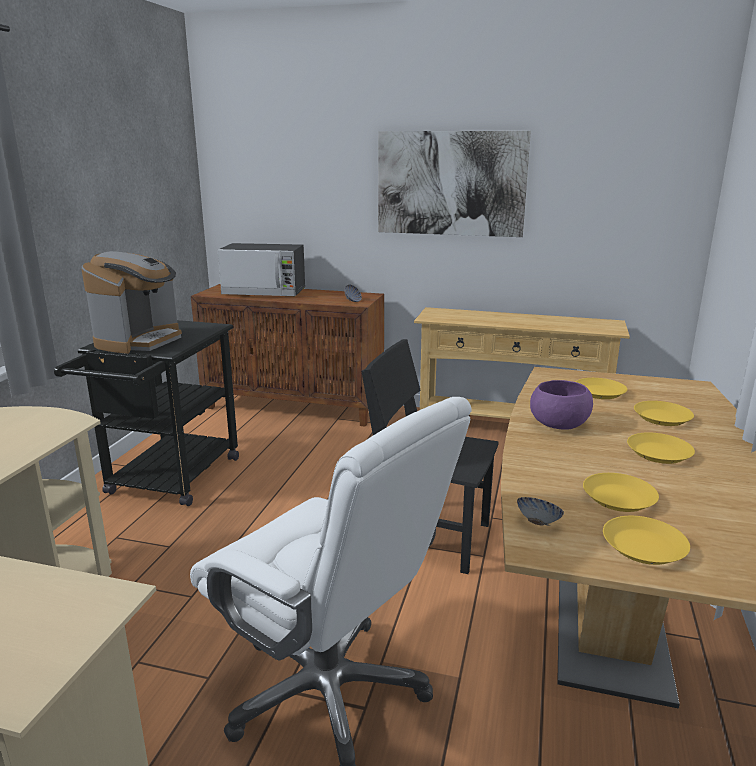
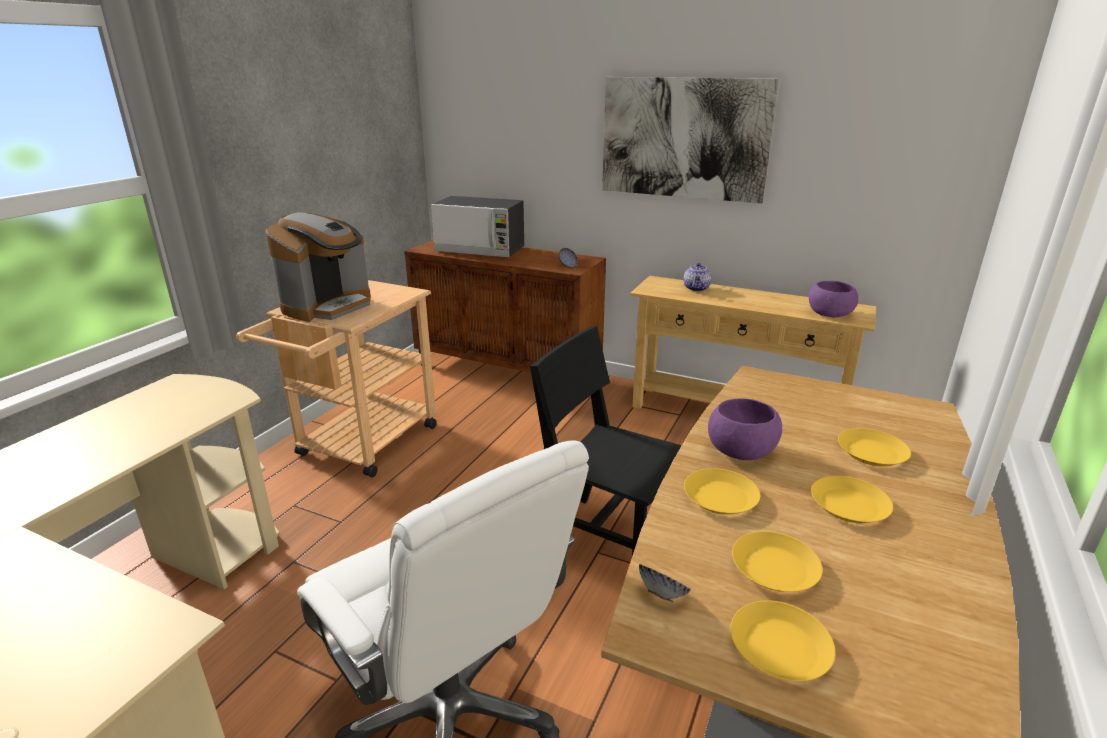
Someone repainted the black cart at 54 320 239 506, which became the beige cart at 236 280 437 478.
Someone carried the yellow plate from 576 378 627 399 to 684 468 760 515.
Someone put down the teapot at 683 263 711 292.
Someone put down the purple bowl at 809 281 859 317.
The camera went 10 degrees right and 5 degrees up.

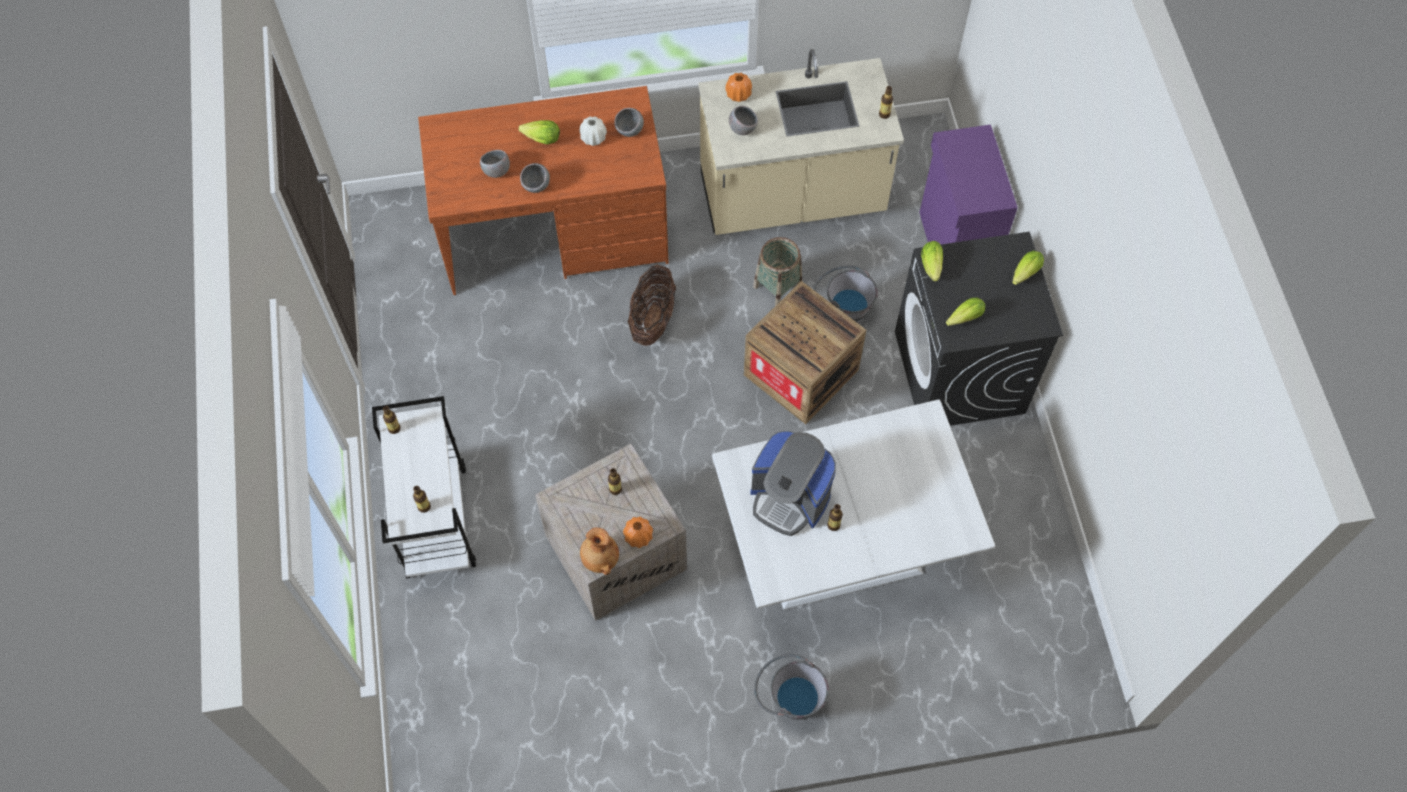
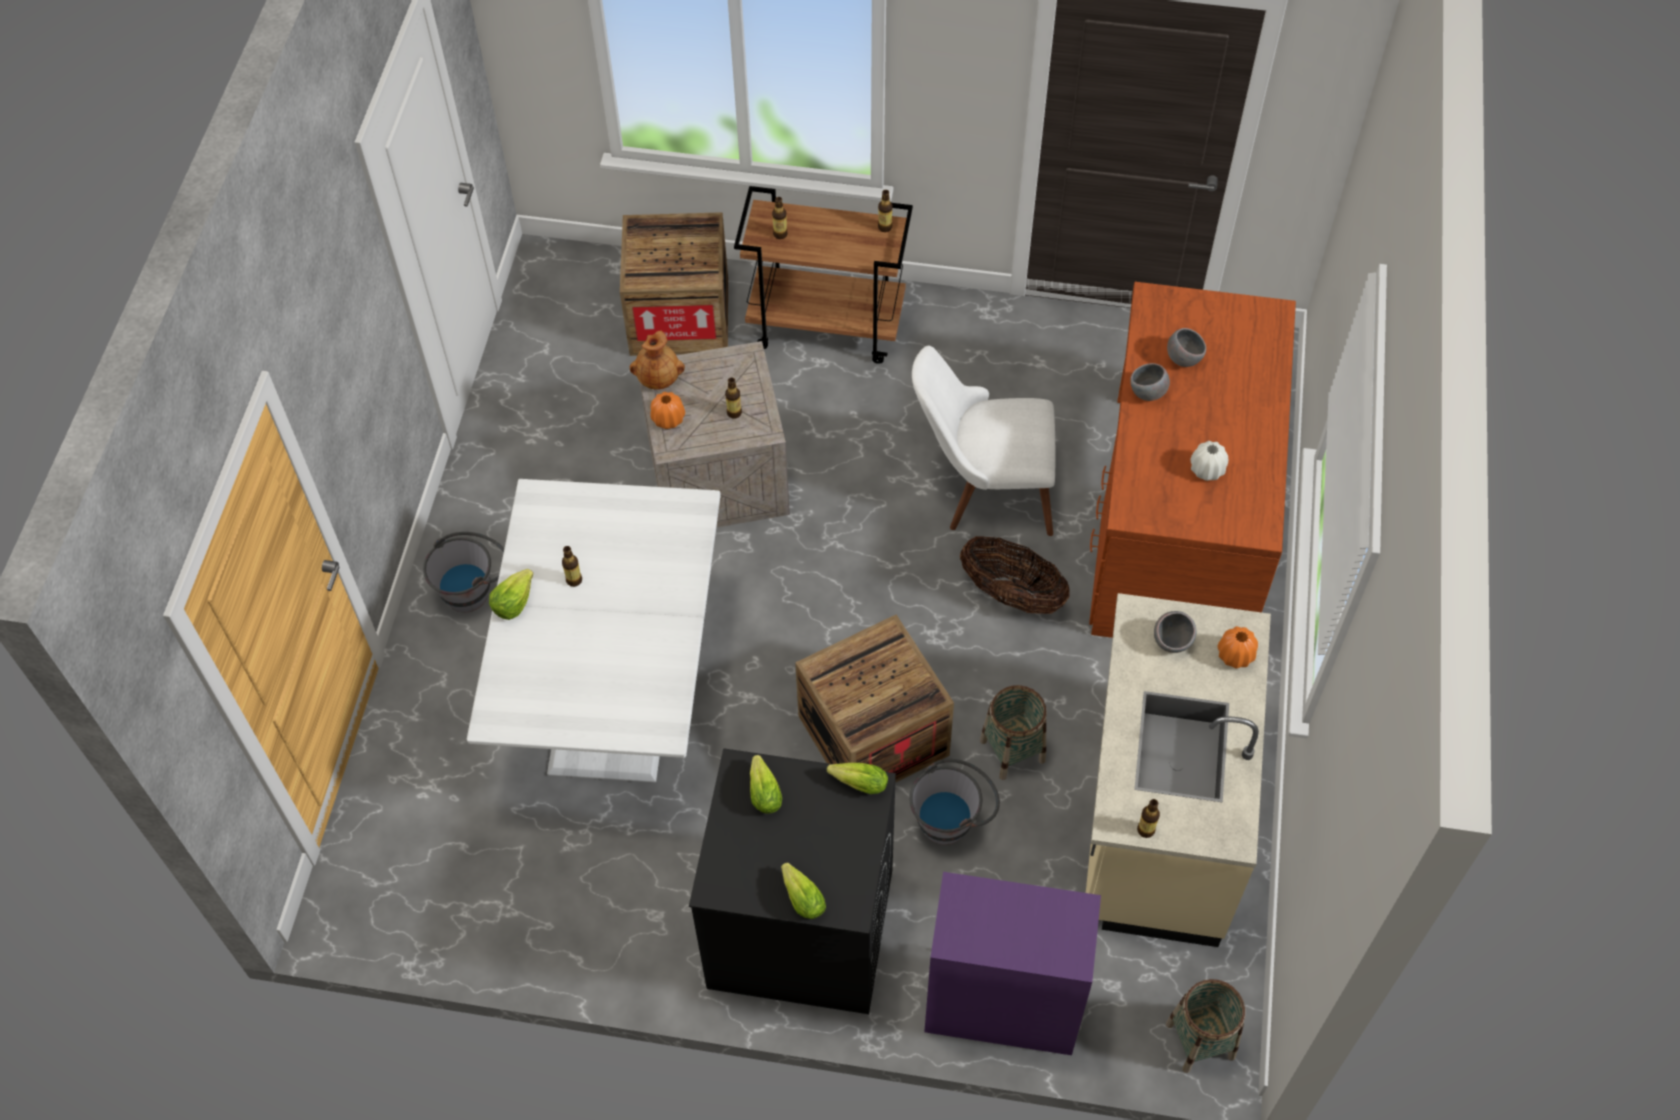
Someone repainted the white cart at 372 396 476 578, which became the brown cart at 734 186 913 364.
Someone carried the lettuce from 518 120 560 144 to 489 569 533 620.
Someone took away the grey bowl at 614 108 644 137.
Someone took away the coffee machine at 751 431 836 536.
Someone put down the crate at 620 212 728 356.
Someone put down the white chair at 912 346 1055 536.
Someone put down the basket at 1166 979 1245 1073.
The camera went 110 degrees right and 5 degrees down.

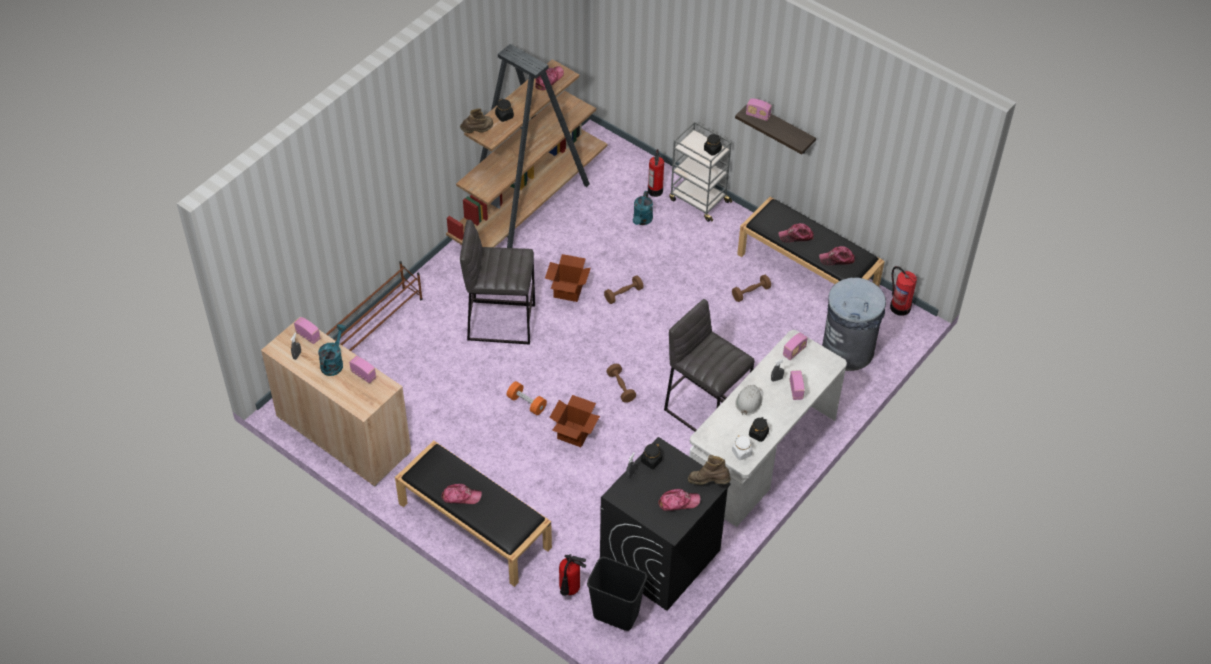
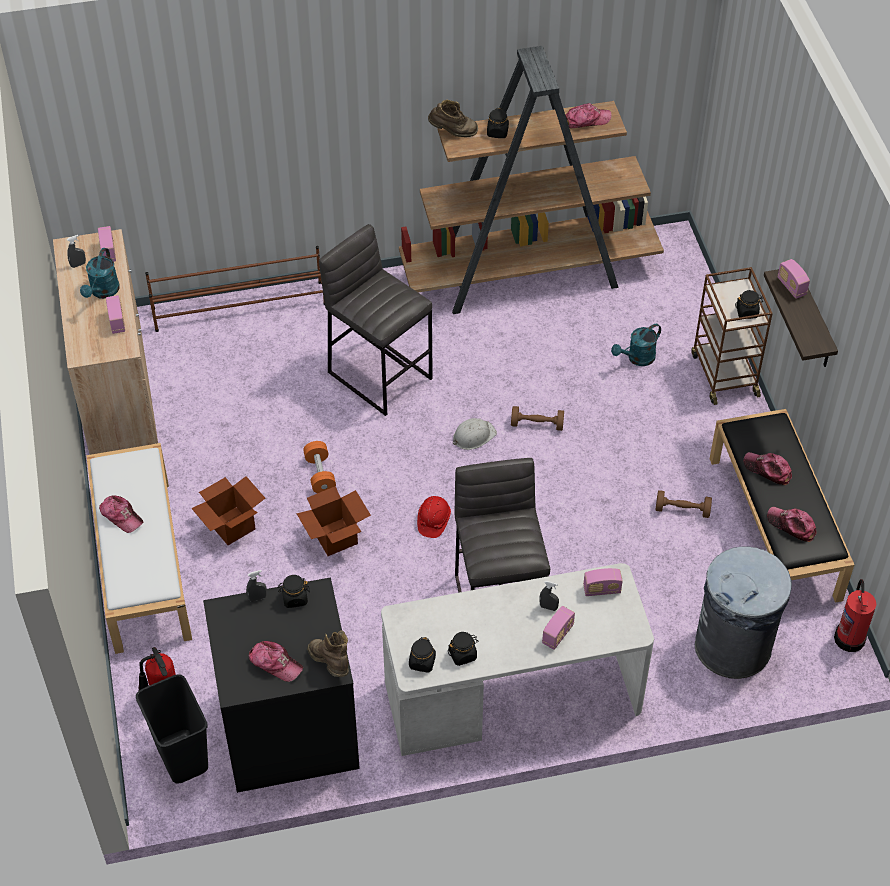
Someone rotated the turquoise watering can at 318 324 346 376 by 135 degrees clockwise.
Someone repainted the black bench at 395 440 552 587, which became the white bench at 86 443 192 654.
Someone carried the cardboard box from 545 254 591 302 to 191 476 265 545.
Someone swapped the brown dumbbell at 606 364 636 403 for the red hard hat at 417 496 451 538.
Someone took away the fire extinguisher at 648 149 664 197.
Someone repainted the grey cart at 669 121 732 222, which became the brown cart at 691 267 773 405.
Someone repainted the white jar at 732 435 753 460, which became the black jar at 409 637 436 673.
Someone carried the white hard hat from 735 385 763 415 to 453 418 497 450.
The camera went 40 degrees right and 0 degrees up.

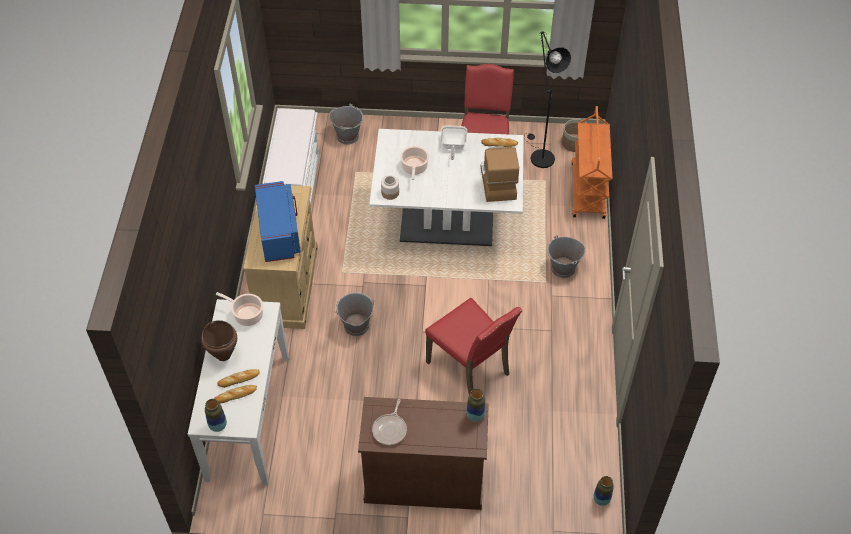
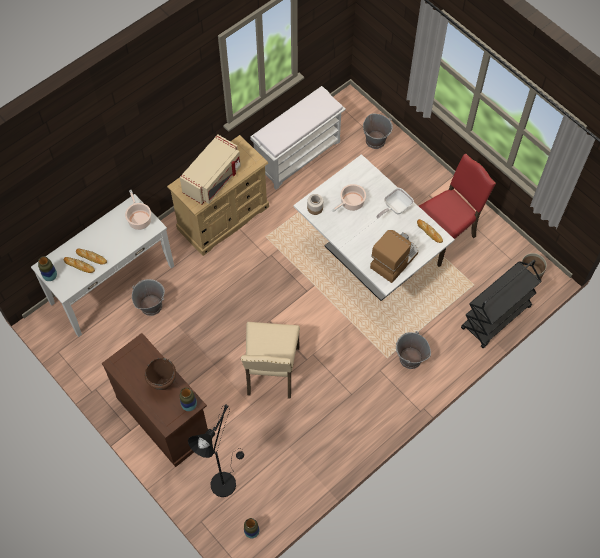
Someone carried the brown cooking pot from 201 320 237 361 to 145 358 176 390.
Someone repainted the blue microwave at 255 181 301 262, which became the beige microwave at 180 134 241 204.
Someone carried the grey bucket from 335 292 374 336 to 132 279 165 316.
Someone took away the frying pan at 372 399 407 445.
Someone repainted the red chair at 425 298 522 395, which became the beige chair at 241 322 300 399.
Someone carried the black floor lamp from 524 31 571 168 to 188 404 244 497.
Someone repainted the orange cart at 571 106 612 219, which became the black cart at 461 260 542 348.
The camera went 45 degrees right and 10 degrees up.

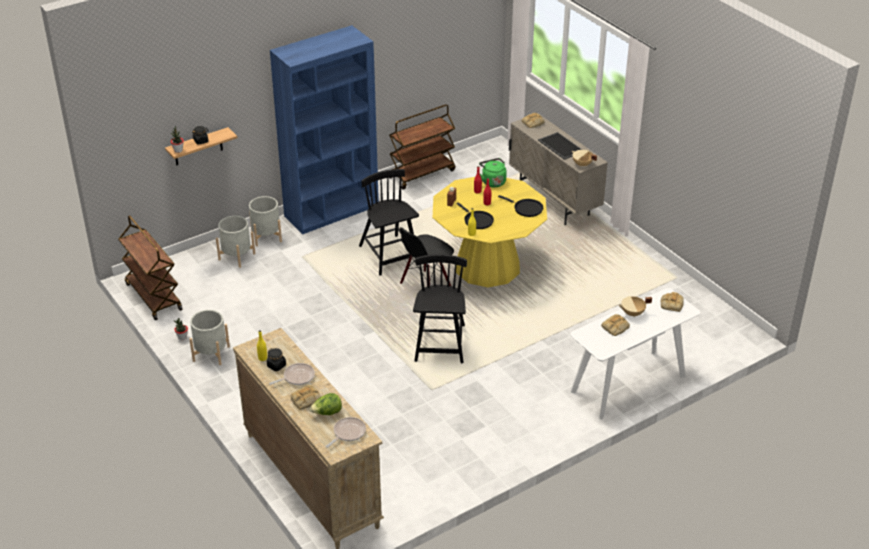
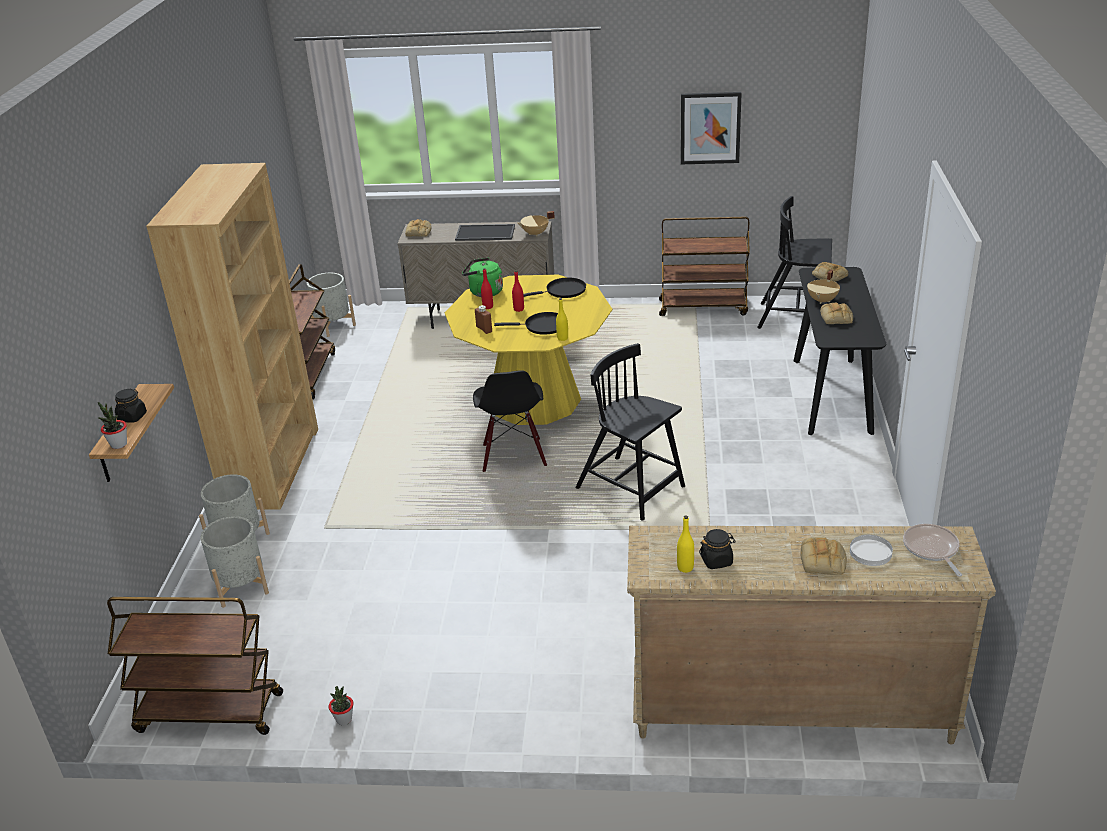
Someone carried the grey planter from 189 310 230 365 to 307 273 356 337.
Someone took away the frying pan at 269 363 315 385.
Someone repainted the blue bookcase at 270 25 379 234, which became the brown bookcase at 146 163 318 510.
Someone swapped the lettuce at 310 393 342 415 for the white plate at 850 535 893 566.
Someone carried the black chair from 359 169 419 276 to 757 196 832 329.
Someone repainted the white console table at 570 288 700 420, which became the black console table at 793 267 886 435.
Someone put down the brown cart at 659 217 750 316.
Someone put up the picture at 681 92 742 164.
The camera went 50 degrees left and 5 degrees down.

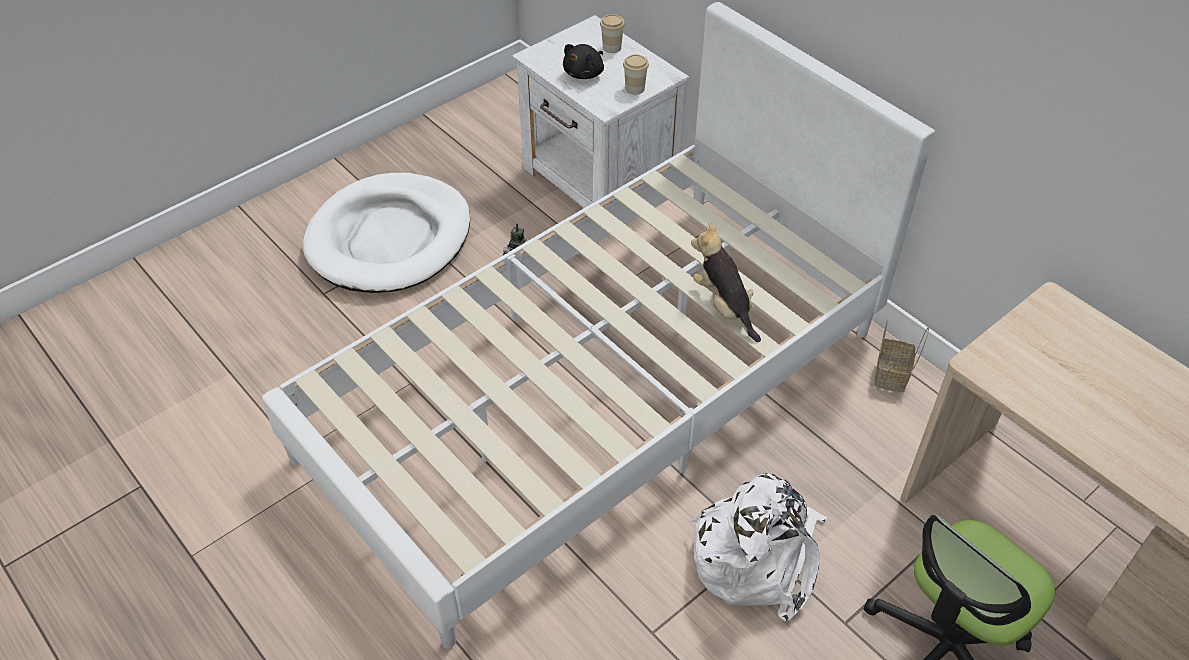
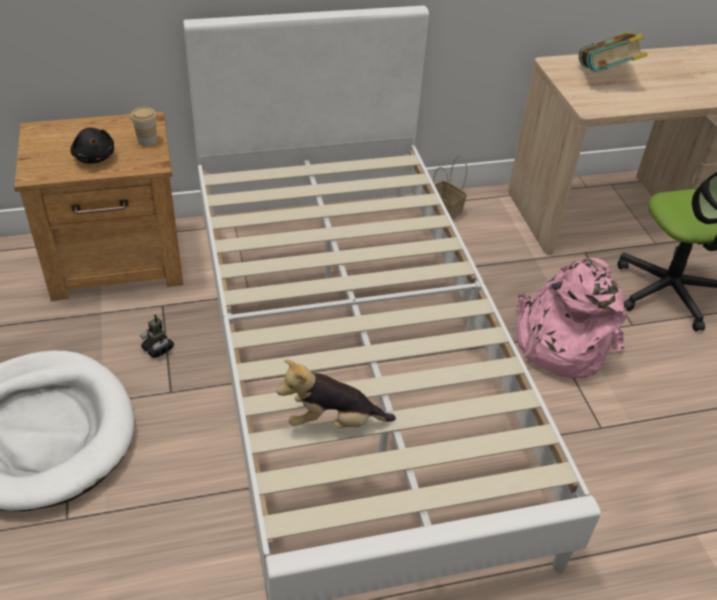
Someone repainted the white nightstand at 512 15 689 208, which became the brown nightstand at 14 112 183 301.
Someone took away the cup at 600 14 625 53.
Someone carried the plush toy from 691 222 761 342 to 277 359 396 428.
Someone repainted the white backpack at 691 473 827 621, which became the pink backpack at 516 258 626 378.
Someone put down the book at 579 31 648 72.
The camera went 65 degrees left and 5 degrees down.

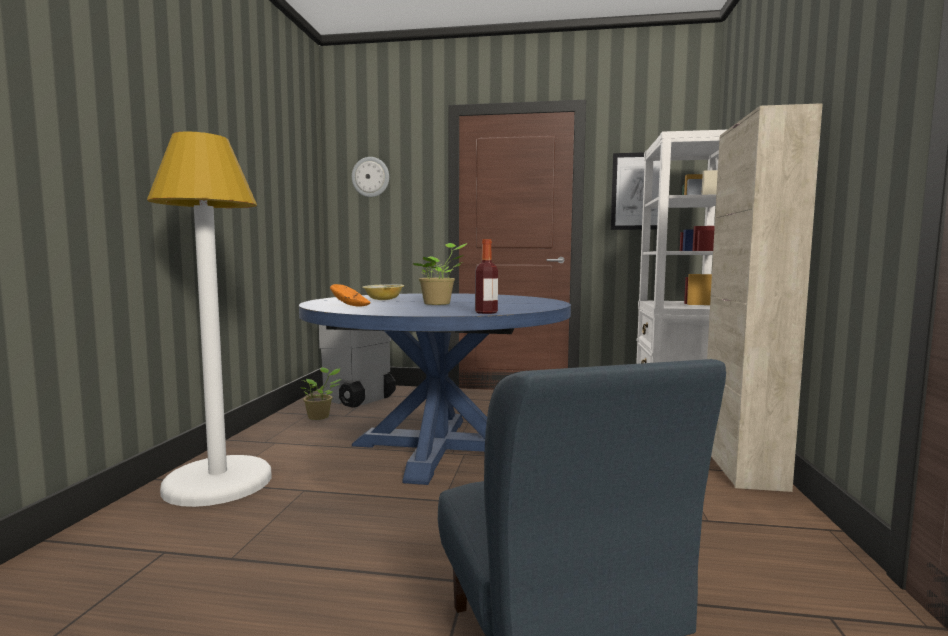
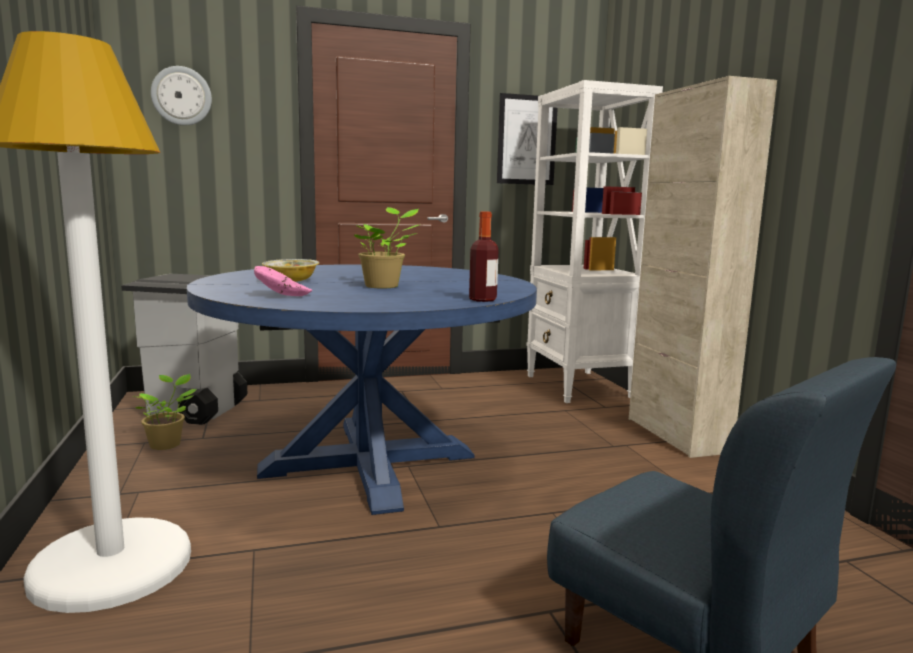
Someone repainted the orange bowl at 330 284 371 307, which became the pink bowl at 254 266 312 296.
The camera went 25 degrees left and 5 degrees up.

